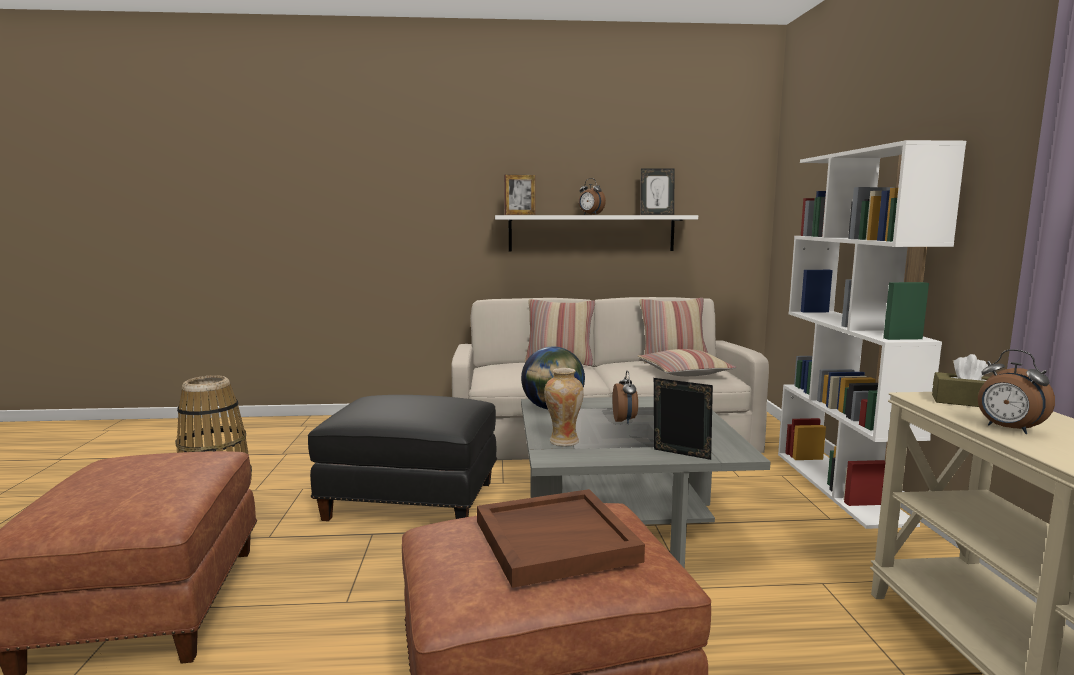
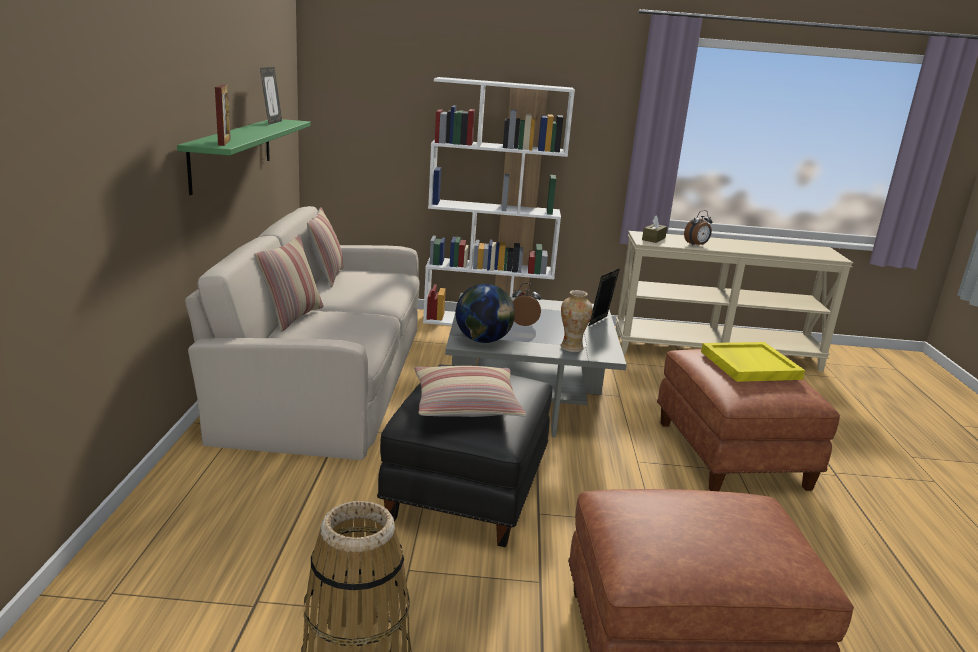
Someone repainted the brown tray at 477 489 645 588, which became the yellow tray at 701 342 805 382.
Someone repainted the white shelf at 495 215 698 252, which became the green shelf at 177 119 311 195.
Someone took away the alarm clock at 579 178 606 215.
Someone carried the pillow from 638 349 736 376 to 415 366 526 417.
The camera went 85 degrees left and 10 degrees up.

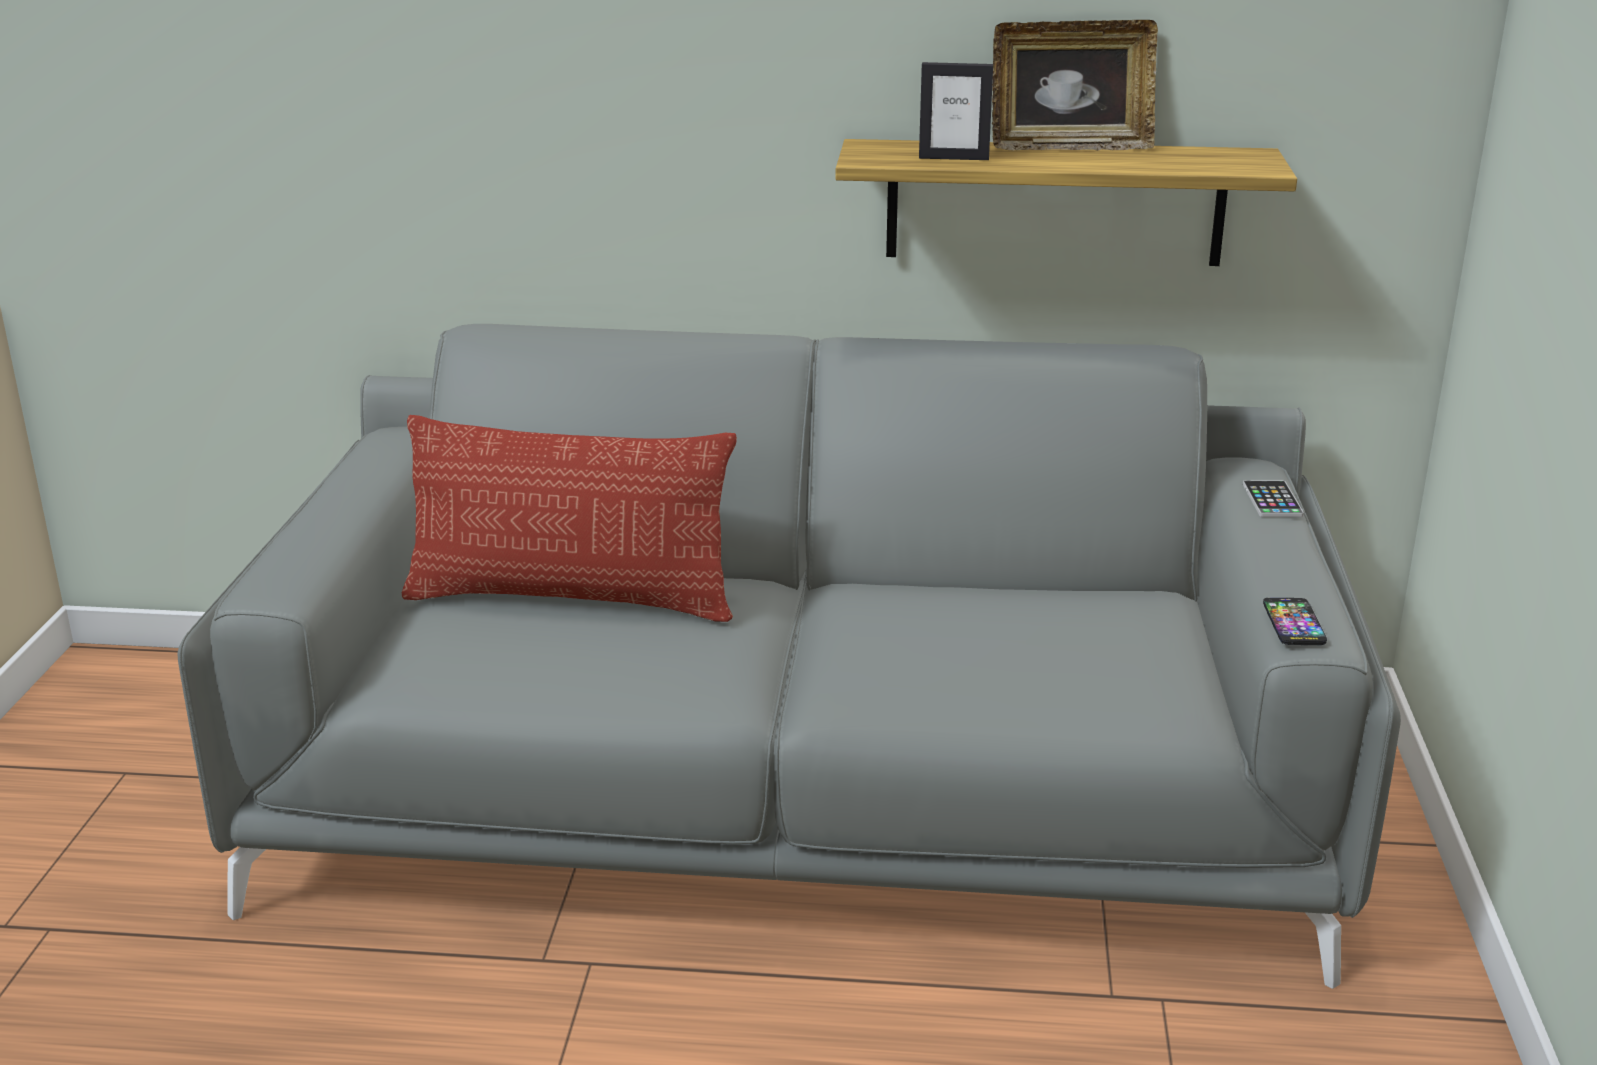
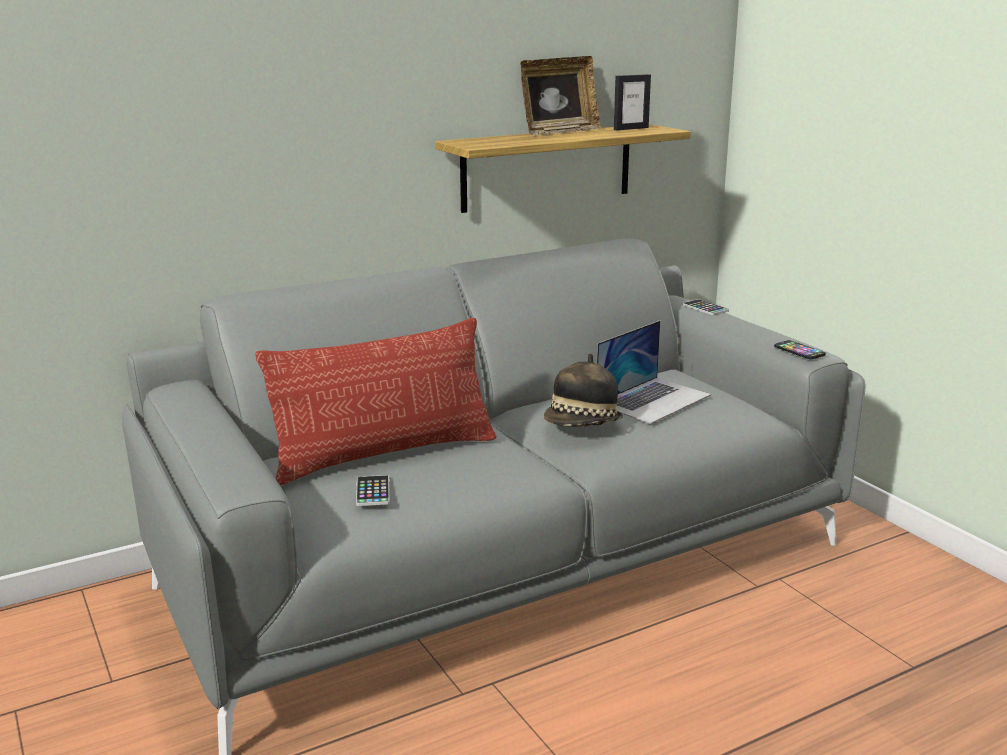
Someone carried the picture frame from 919 62 993 160 to 614 74 651 130.
Someone put down the phone at 356 475 390 506.
Someone put down the hat at 544 353 623 427.
Someone put down the laptop at 597 321 711 424.
The camera went 35 degrees left and 5 degrees down.

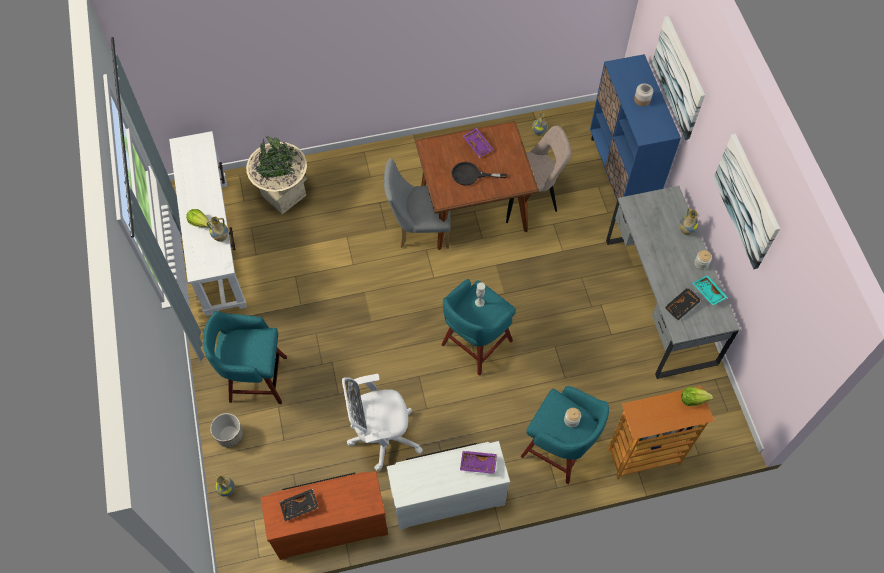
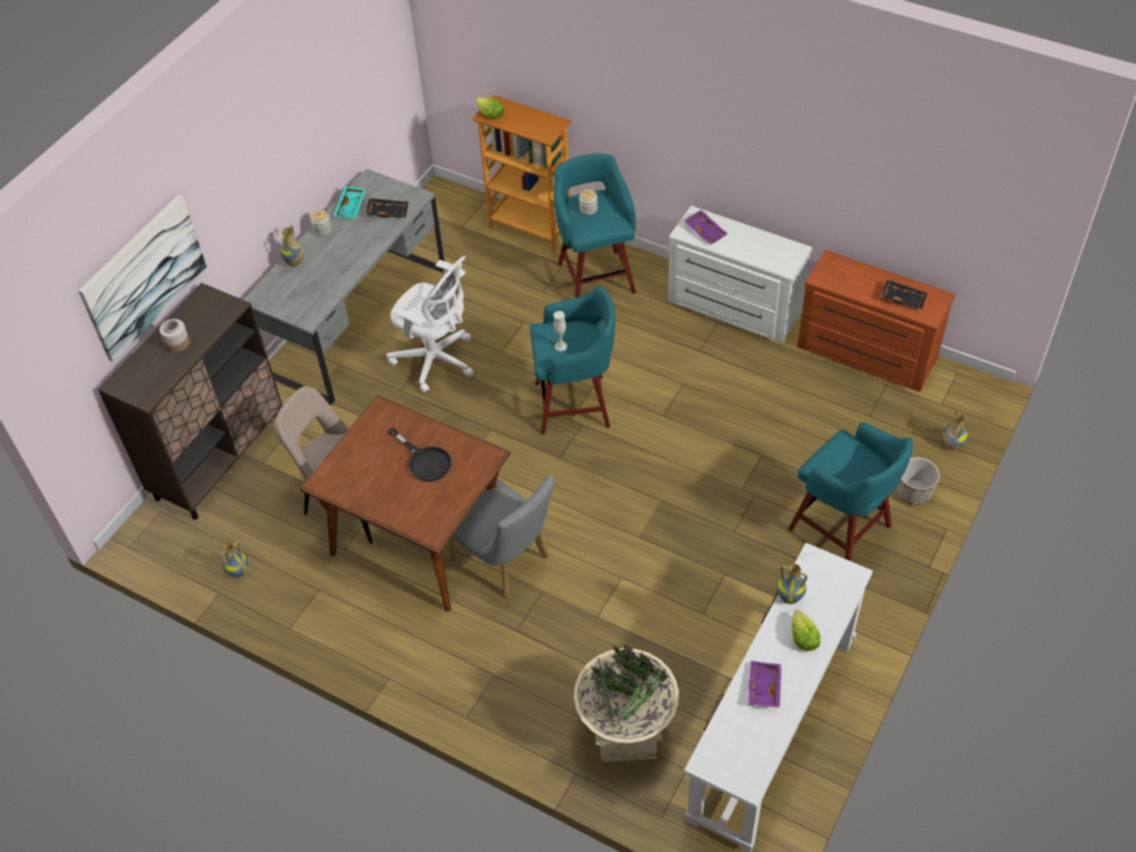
Someone carried the white office chair from 342 374 423 471 to 386 256 474 393.
Someone carried the purple tray from 463 128 494 158 to 748 661 781 708.
Someone repainted the blue cabinet at 590 54 681 200, which became the brown cabinet at 98 283 283 520.
Someone took away the picture at 713 134 780 269.
The camera went 135 degrees left and 10 degrees down.

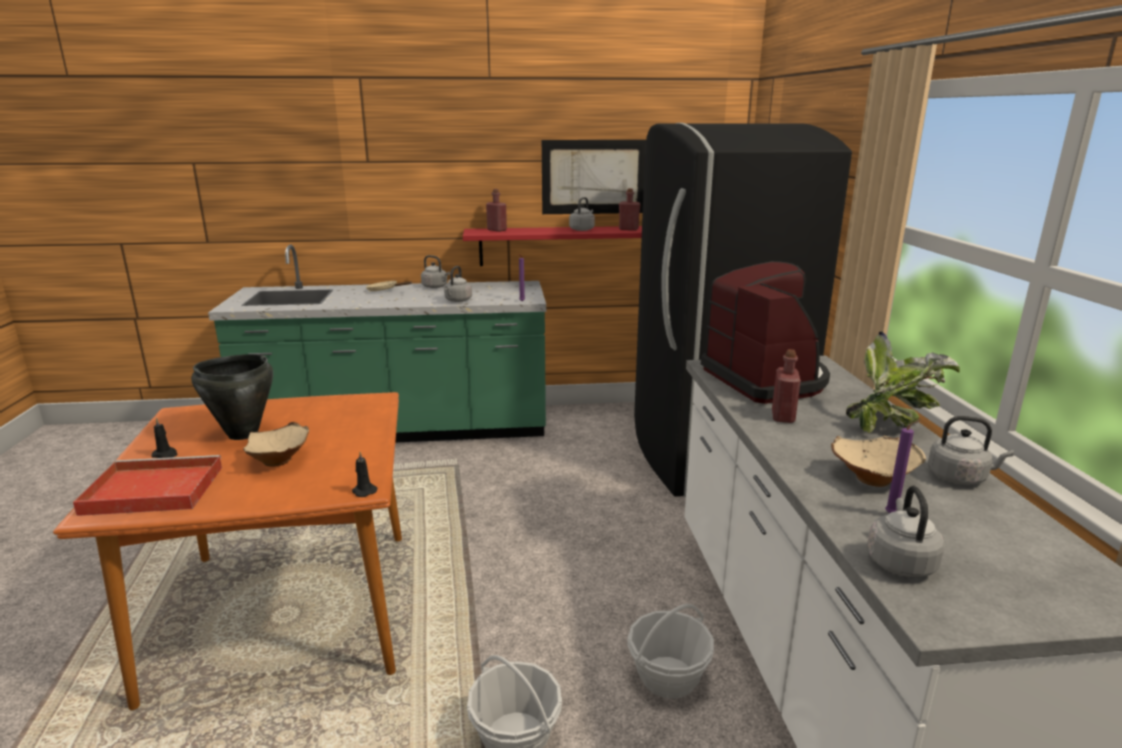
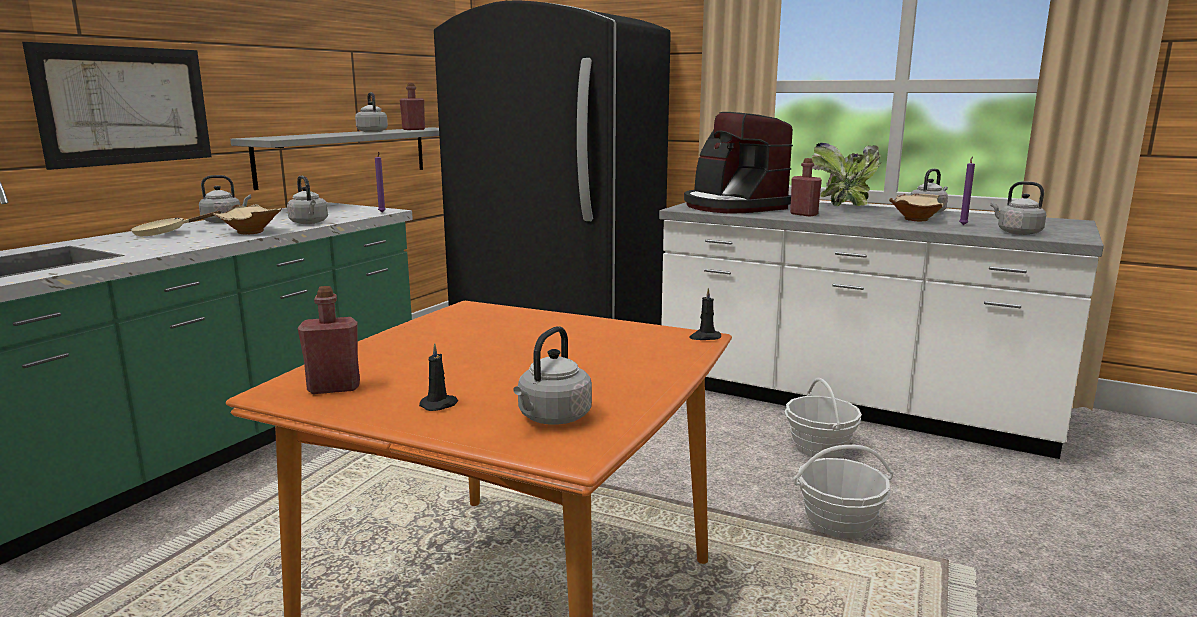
Someone swapped the red tray at 73 455 222 516 for the grey kettle at 513 326 592 425.
Someone took away the black cooking pot at 191 354 273 440.
Someone carried the beige bowl from 243 422 309 467 to 213 204 282 234.
Someone repainted the red shelf at 463 226 642 266, which became the grey shelf at 230 127 439 190.
Someone carried the red bottle from 486 189 507 232 to 298 286 360 394.
Someone carried the picture from 542 140 646 214 to 22 42 211 170.
Someone rotated the coffee machine at 701 261 830 404 by 135 degrees counterclockwise.
The camera went 55 degrees left and 5 degrees down.

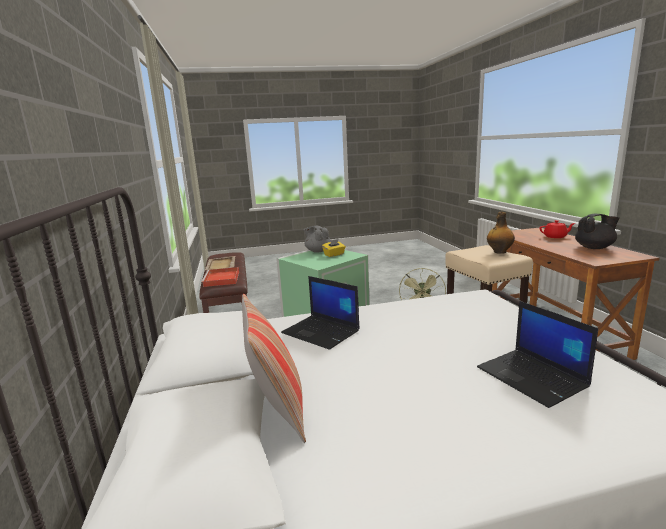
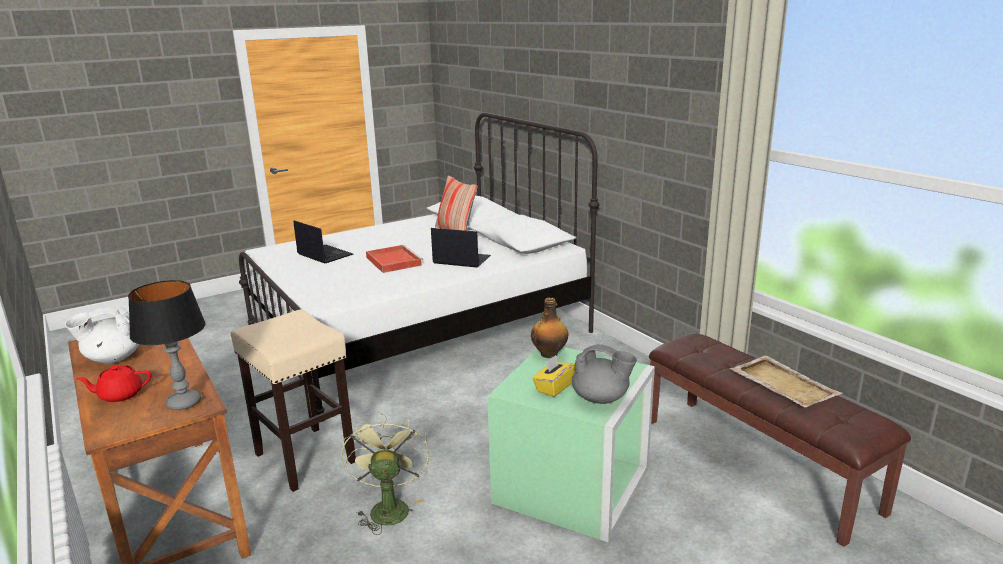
Someone carried the red tray from 201 267 239 287 to 366 245 423 273.
Someone carried the bottle from 487 212 515 254 to 531 298 569 358.
Someone repainted the black teapot at 575 214 620 249, which became the white teapot at 65 307 139 364.
Someone put down the table lamp at 128 280 206 410.
The camera went 160 degrees right and 5 degrees up.

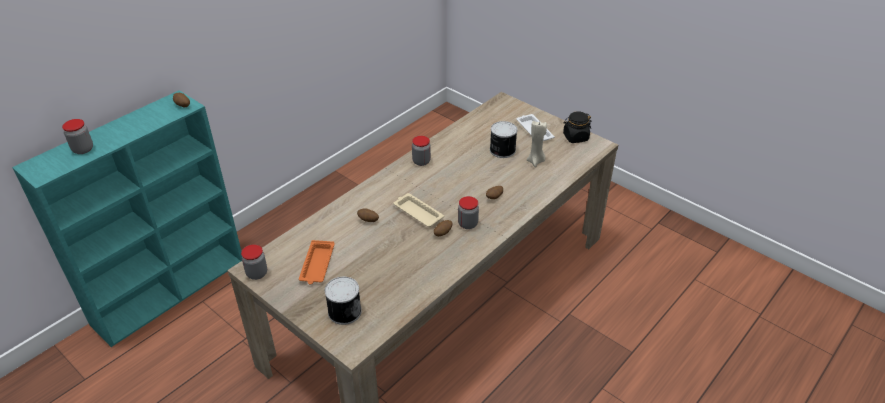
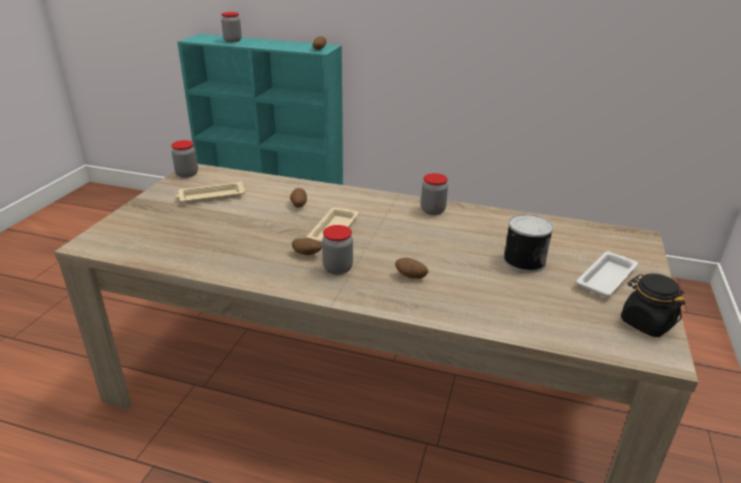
Someone repainted the orange tray at 299 240 335 284, which became the beige tray at 176 181 245 204.
Someone took away the can at 325 277 362 325.
Someone took away the beige candle at 527 121 547 167.
The camera went 65 degrees right and 10 degrees down.

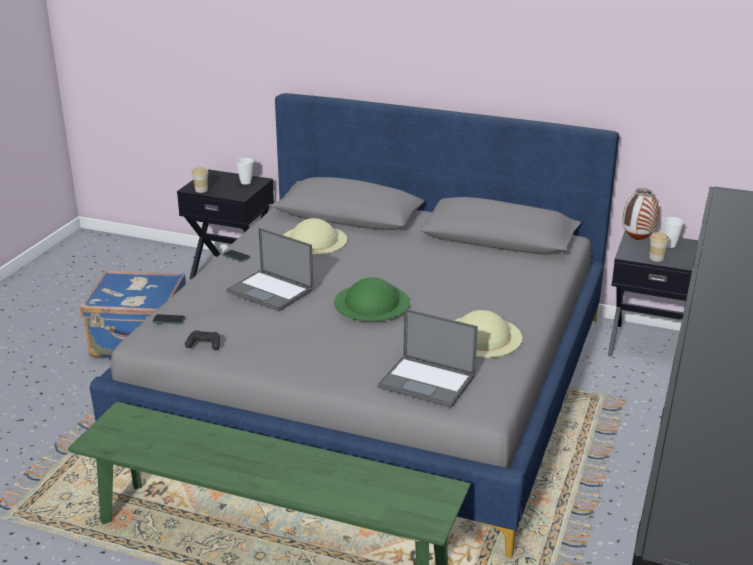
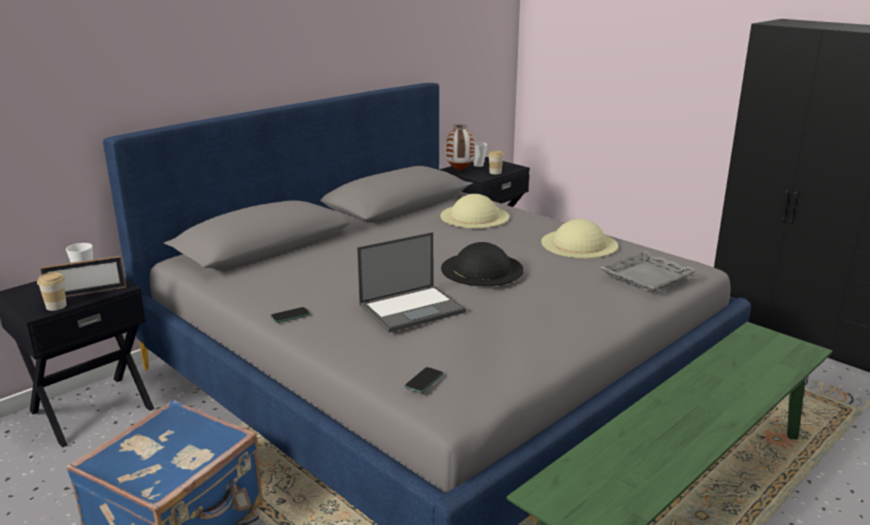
Someone took away the black game controller at 185 330 220 350.
Someone carried the beige hat from 283 218 347 255 to 440 194 509 228.
Someone repainted the green hat at 334 277 410 321, which became the black hat at 441 242 524 286.
Someone swapped the laptop at 378 309 478 408 for the grey tray at 600 251 697 293.
Someone put down the picture frame at 40 256 127 297.
The camera went 65 degrees left and 5 degrees down.

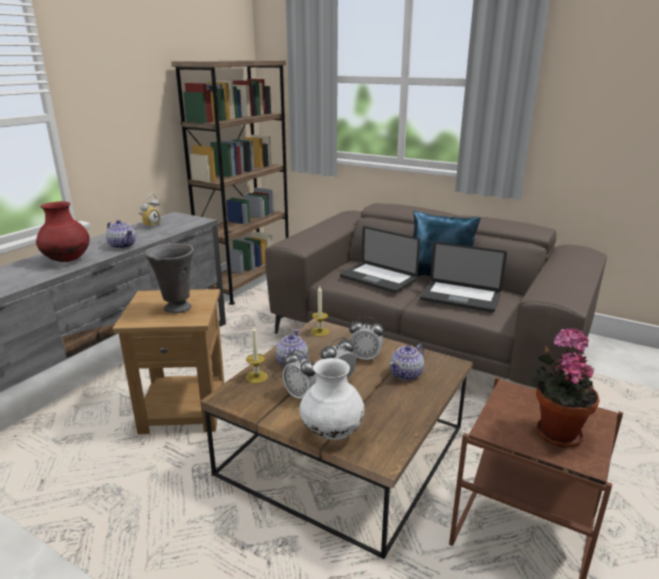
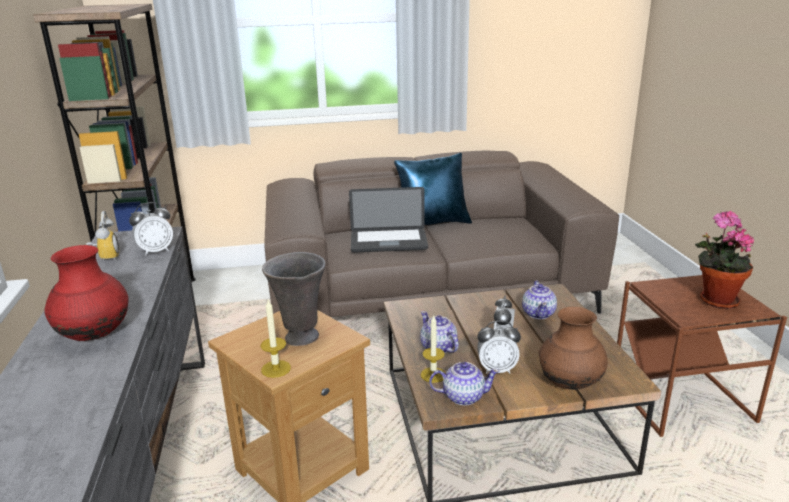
Someone carried the teapot from 106 220 136 249 to 429 362 500 406.
Someone repainted the white vase at 299 358 364 440, which became the brown vase at 539 307 608 390.
Someone carried the candle from 311 286 330 337 to 260 300 291 378.
Someone carried the alarm clock from 349 317 384 362 to 129 202 173 256.
Someone took away the laptop at 420 242 507 312.
The camera went 40 degrees left and 0 degrees up.

